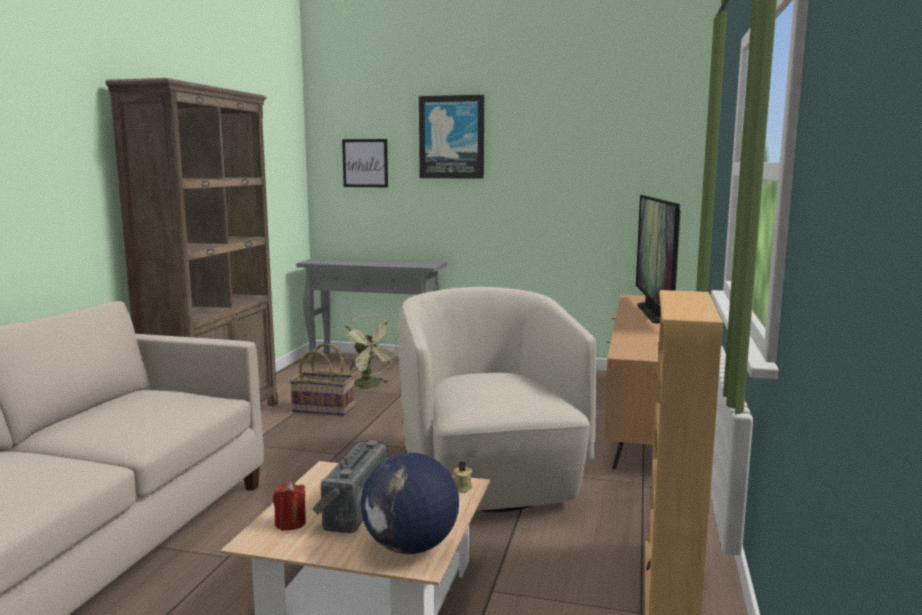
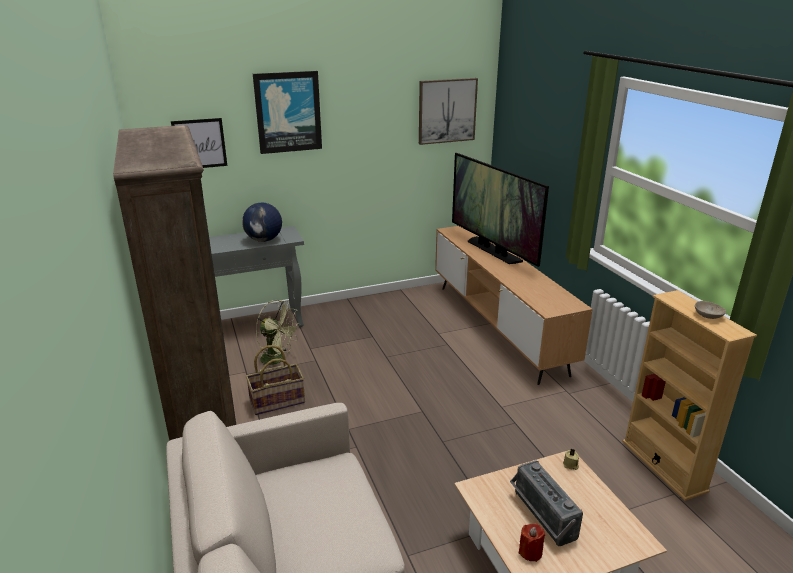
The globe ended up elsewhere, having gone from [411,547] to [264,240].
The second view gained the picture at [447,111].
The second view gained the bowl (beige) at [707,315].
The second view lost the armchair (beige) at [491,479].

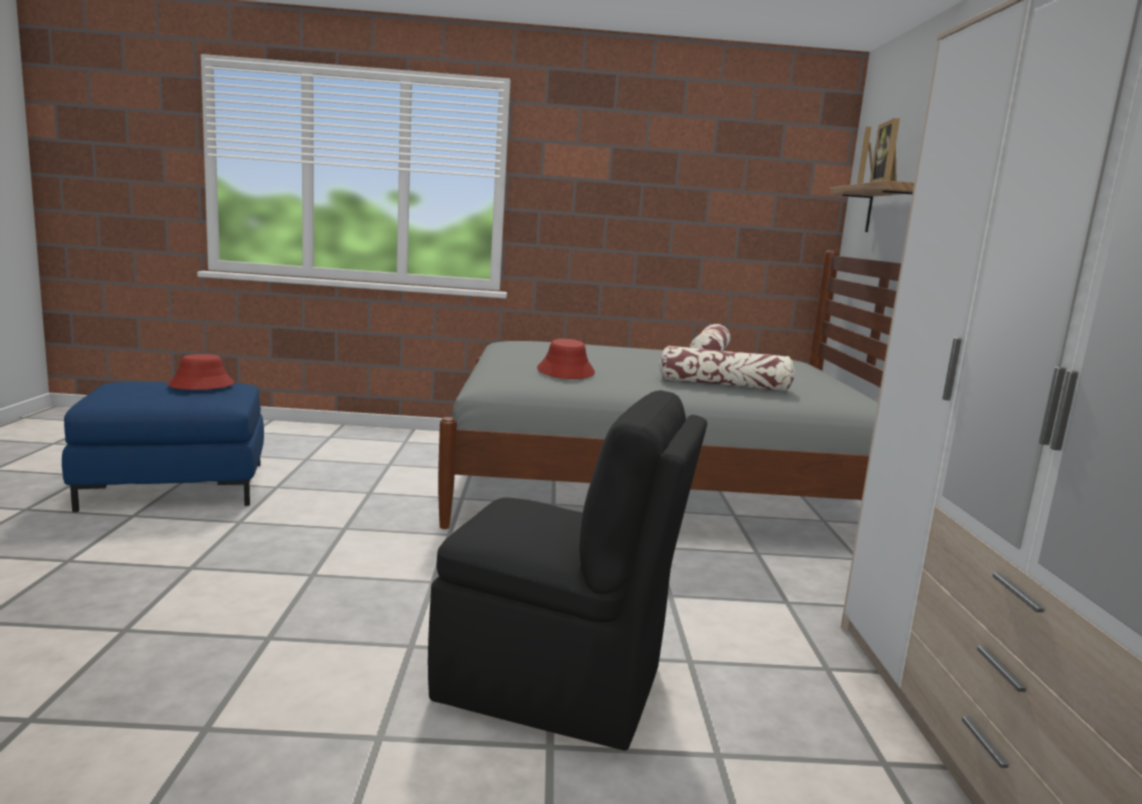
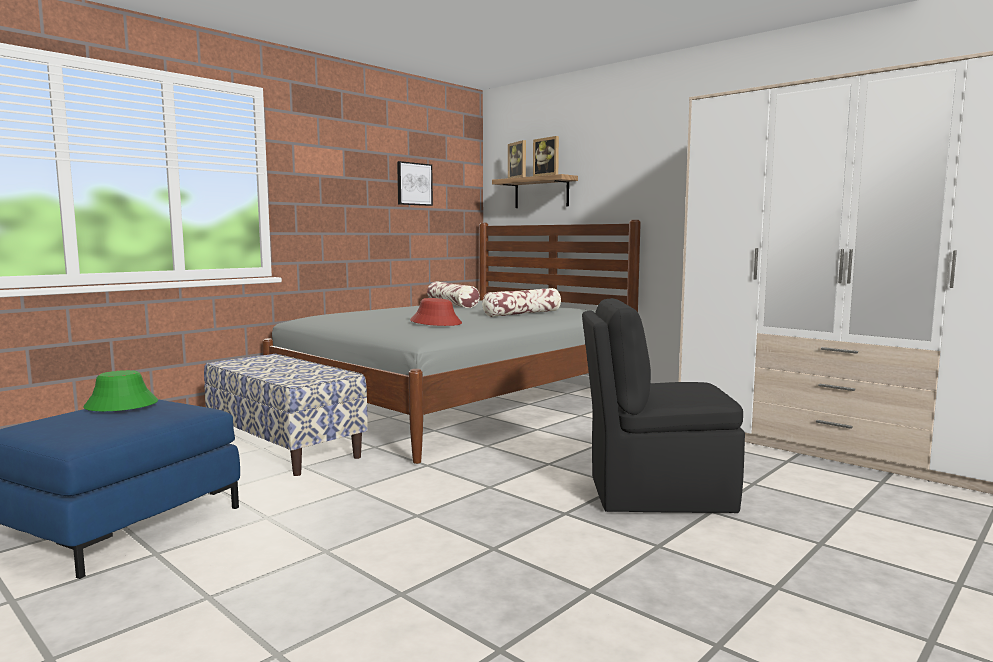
What was the hat (red) at [201,385] turned into the hat (green) at [121,405].
The second view gained the bench at [285,447].
The second view gained the picture at [414,184].
The chair (black) at [556,685] ended up facing another way, 150 degrees counterclockwise from before.

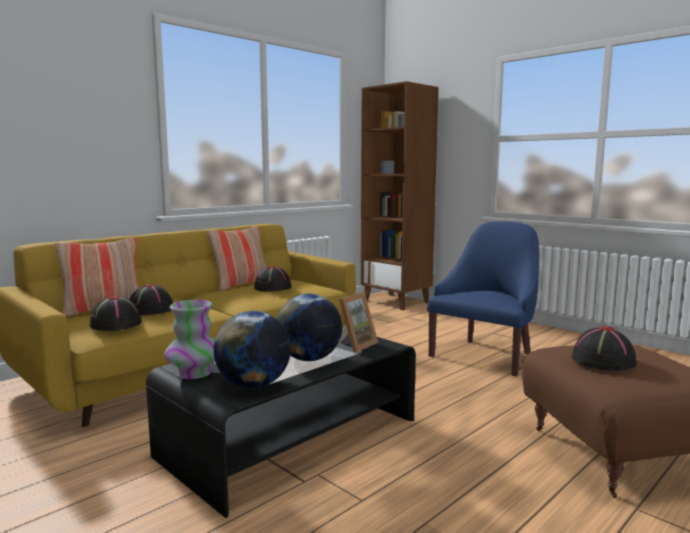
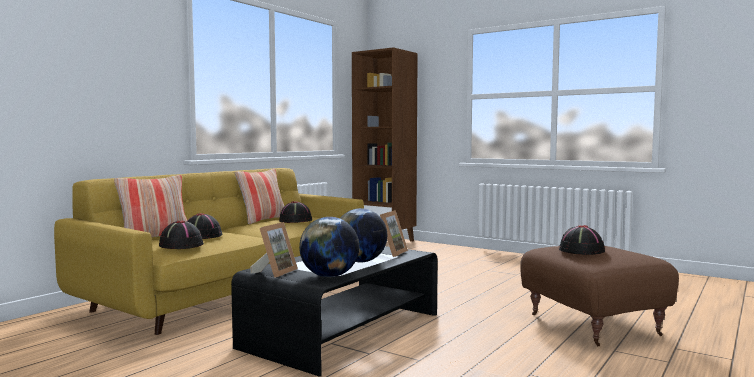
Where the vase stood at [194,373], the picture frame came to stand at [275,272].
The second view lost the armchair (blue) at [485,355].

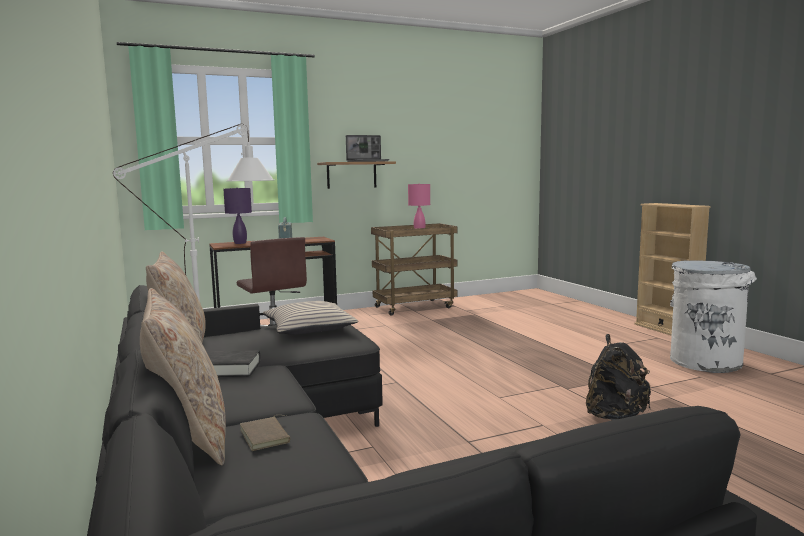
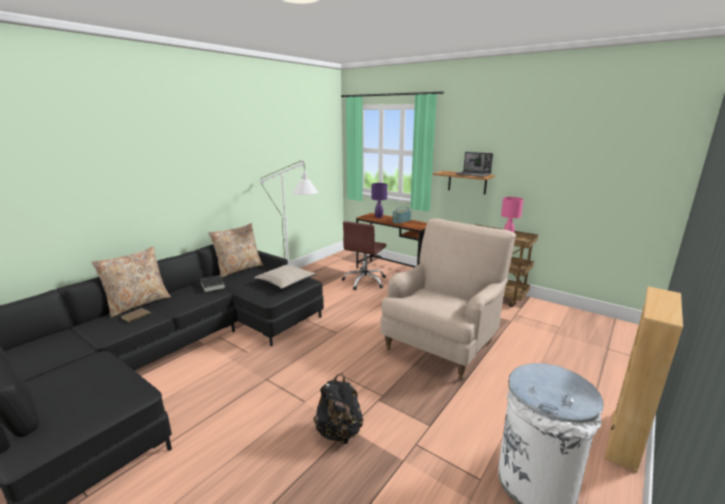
The second view gained the armchair (beige) at [442,344].

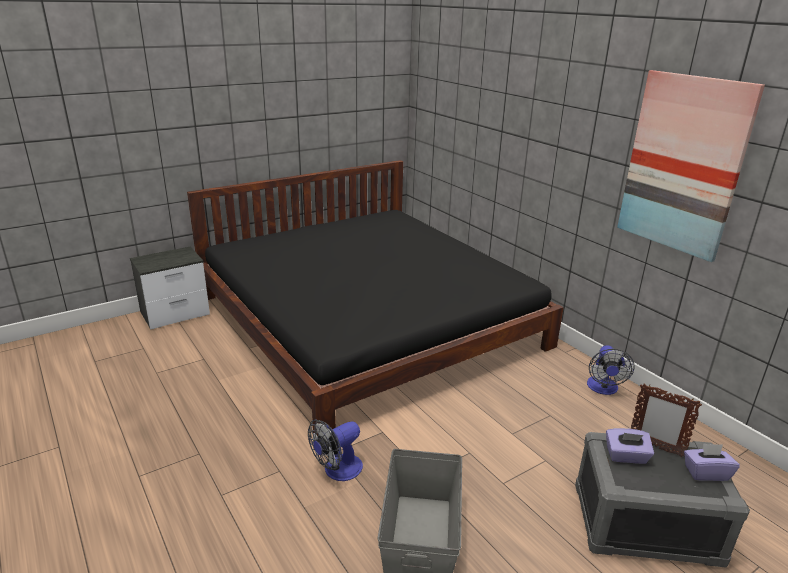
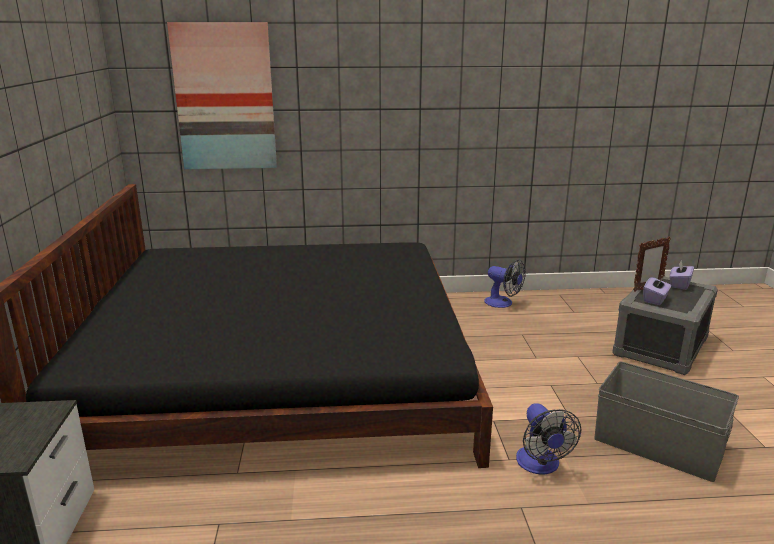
The picture ended up elsewhere, having gone from [683,164] to [225,97].

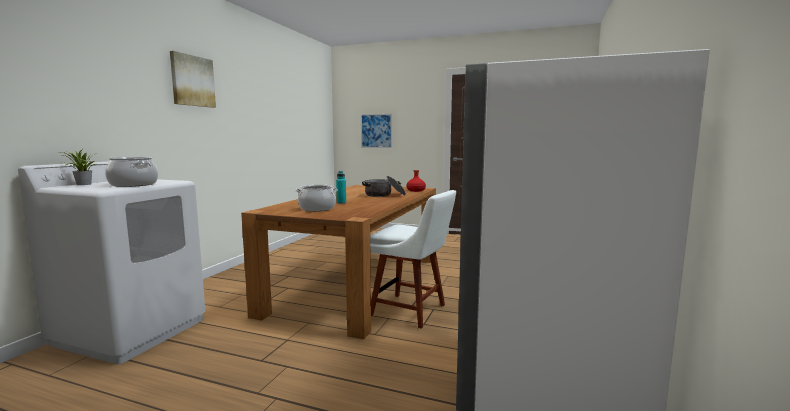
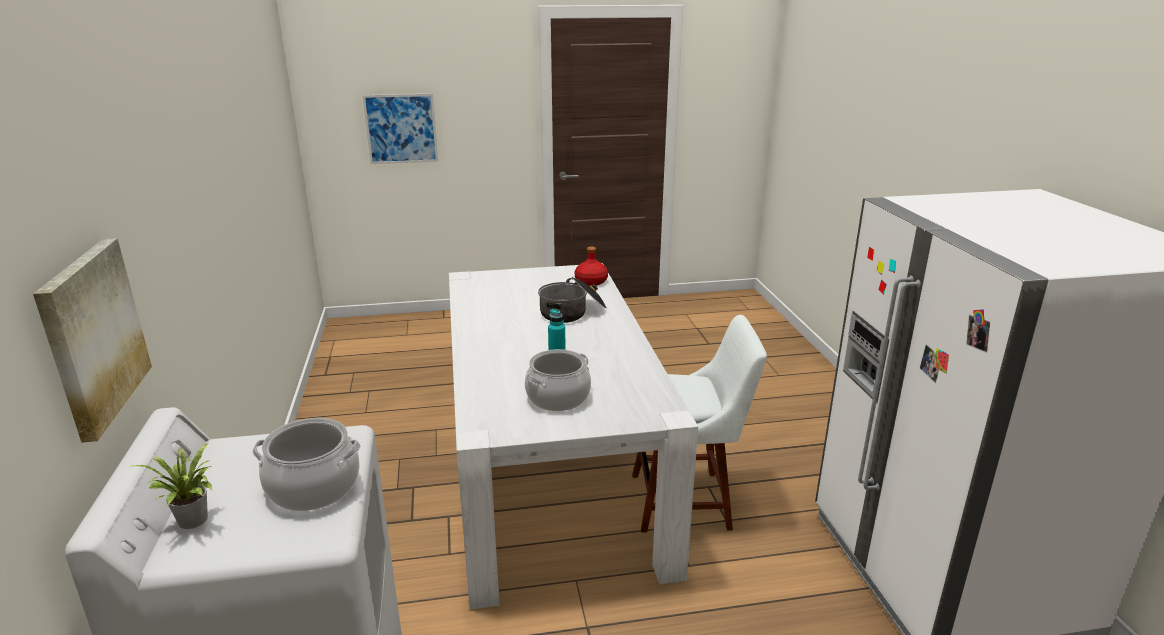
The picture ended up elsewhere, having gone from [192,81] to [92,335].
What was the dining table (brown) at [359,283] turned into the dining table (white) at [550,466].

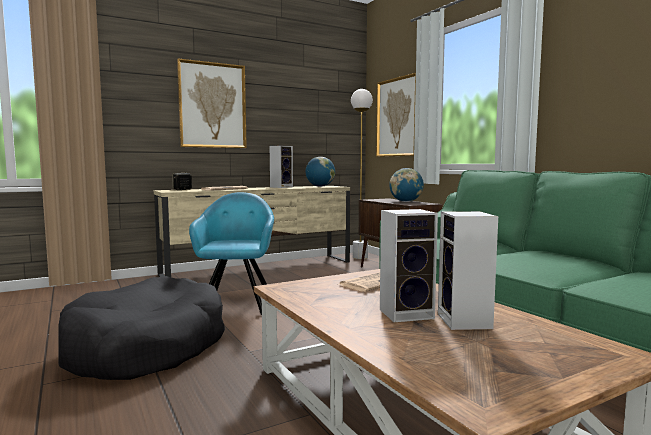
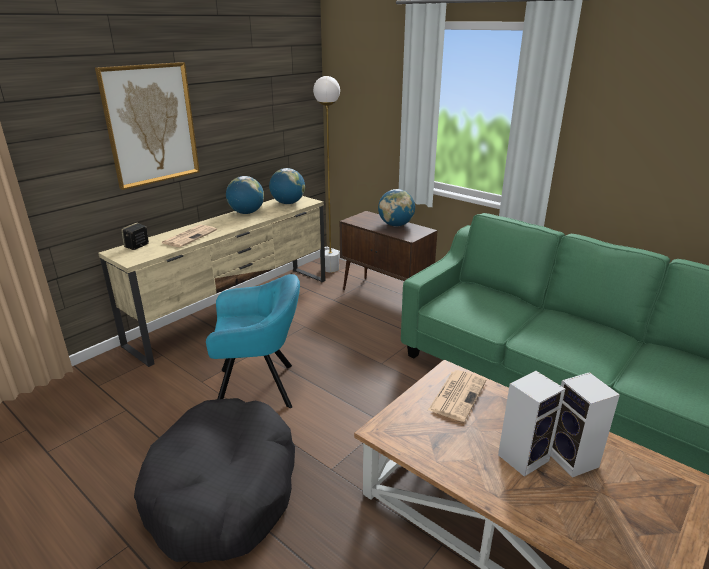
The armchair (turquoise) at [237,303] ended up facing another way, 105 degrees clockwise from before.
Where the speaker stood at [281,187], the globe came to stand at [246,213].
The second view lost the picture at [397,117].

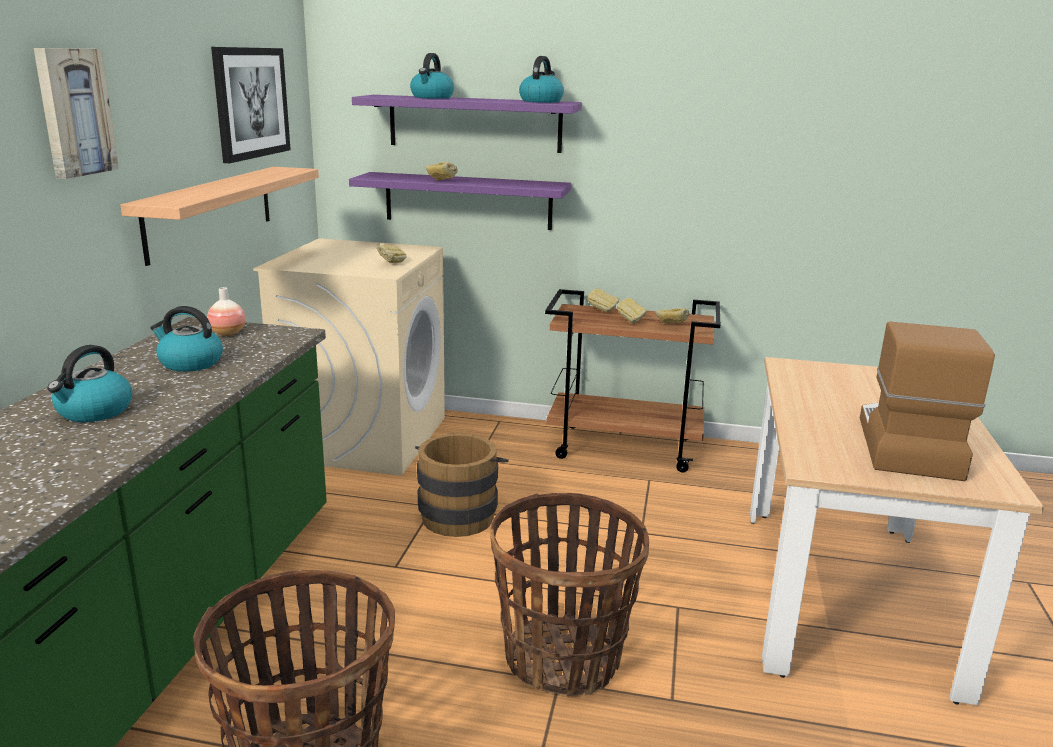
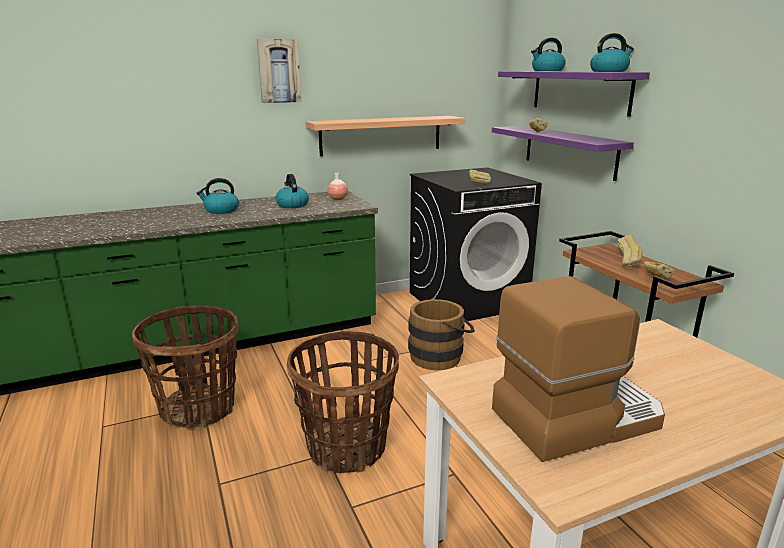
What was the washing machine (beige) at [364,437] turned into the washing machine (black) at [467,300].
The second view lost the picture at [251,102].

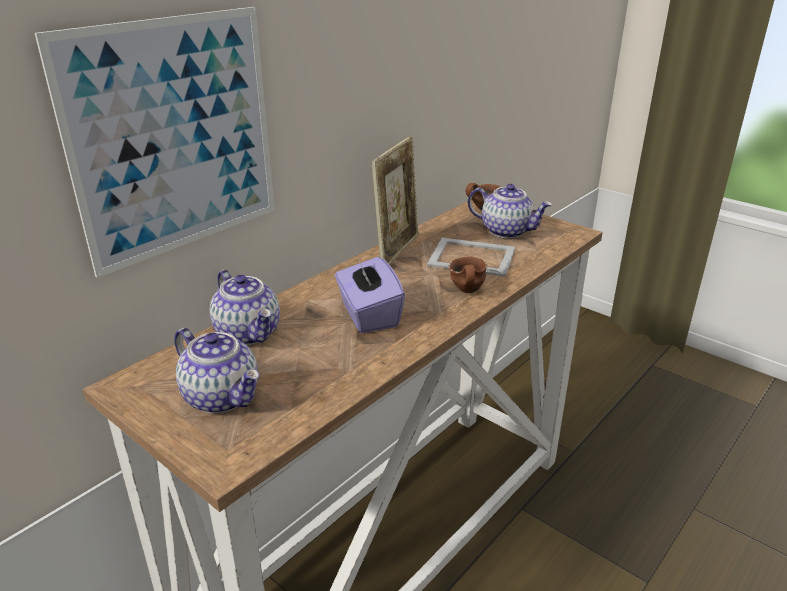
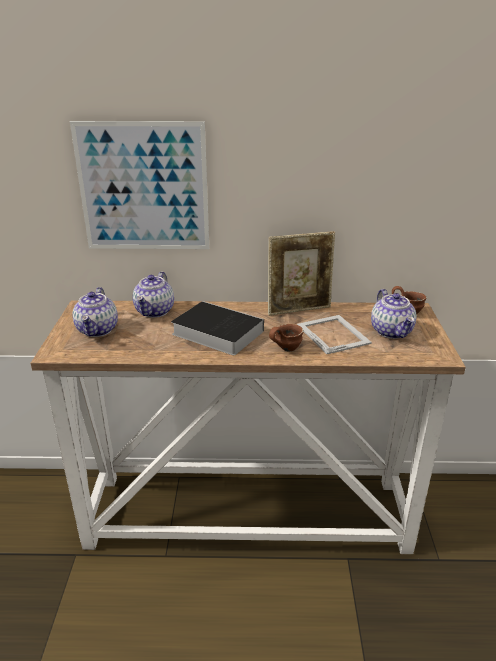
Where the tissue box (purple) stood at [368,315], the book came to stand at [215,332].

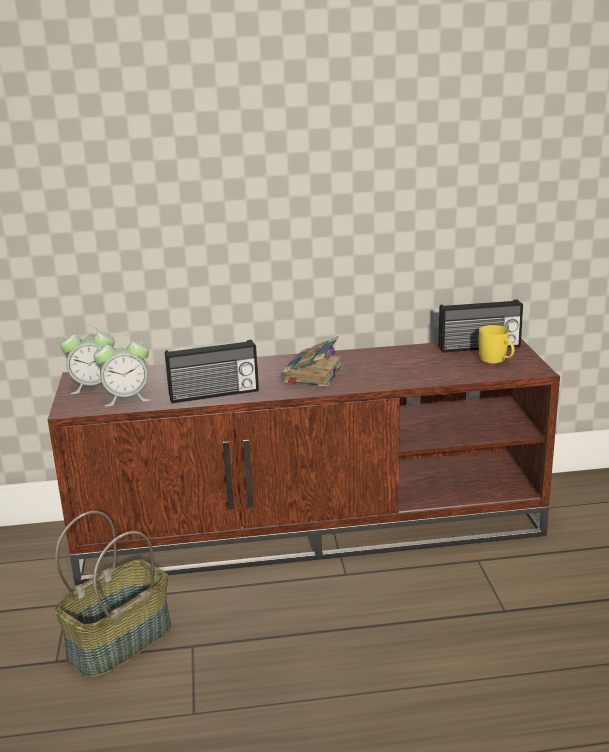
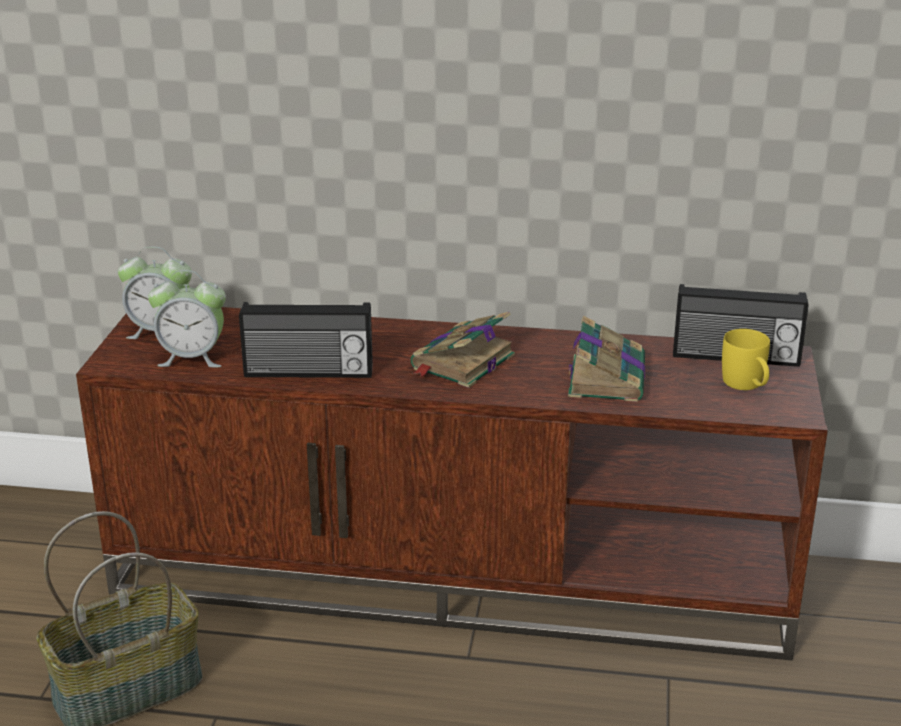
The second view gained the book at [606,377].

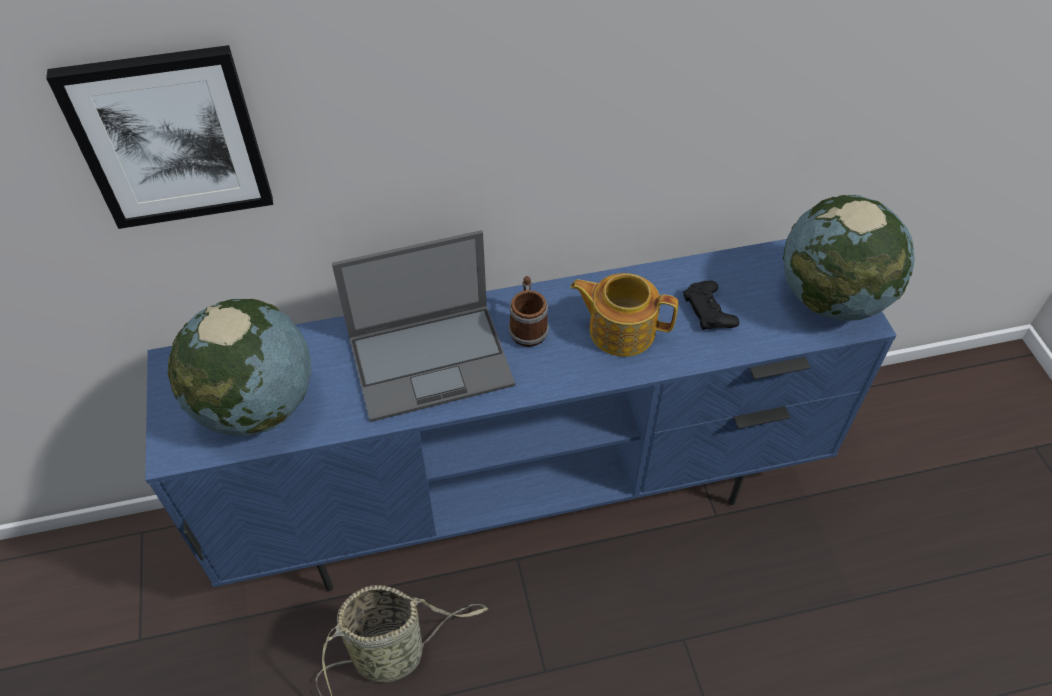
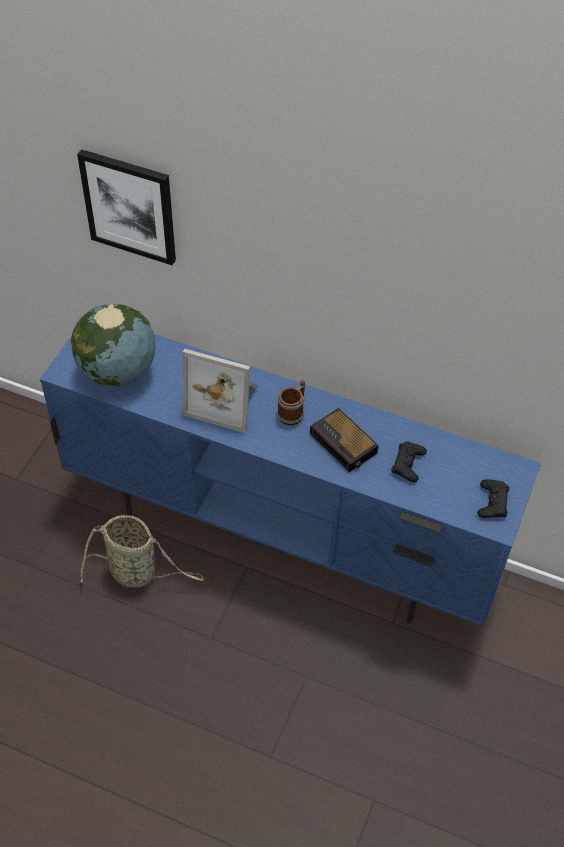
Where the laptop stood at [432,360], the picture frame came to stand at [225,400].
Where the teapot stood at [620,329], the alarm clock came to stand at [344,444].
Where the globe stood at [831,299], the game controller (black) came to stand at [492,502].

